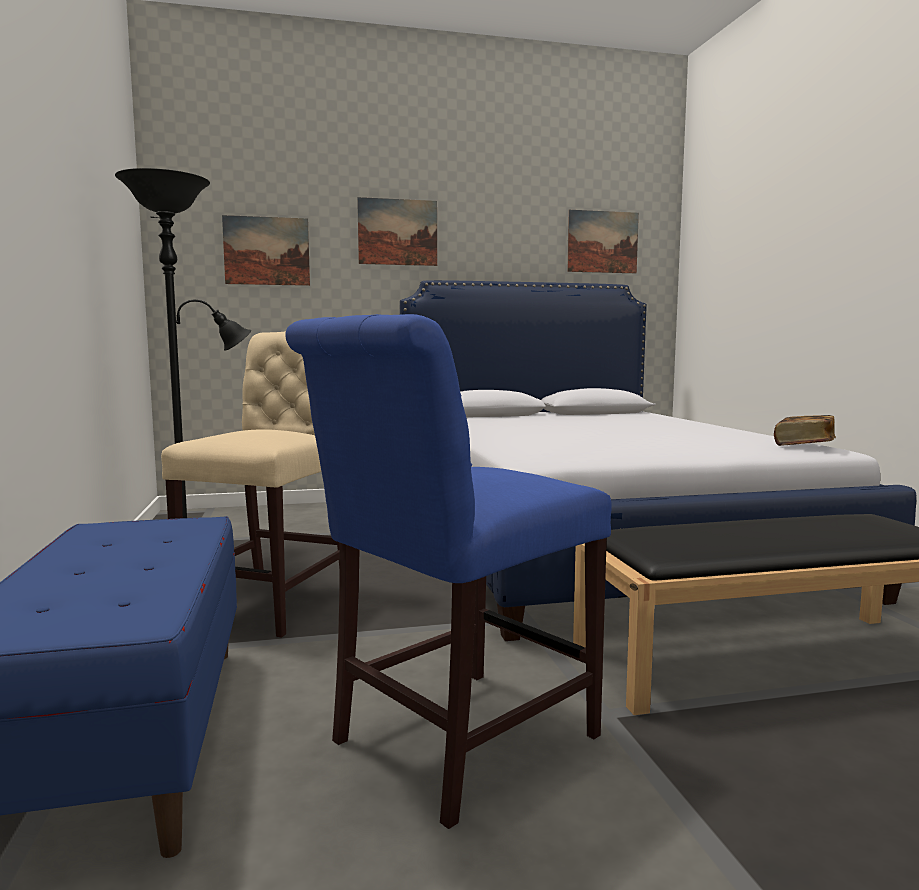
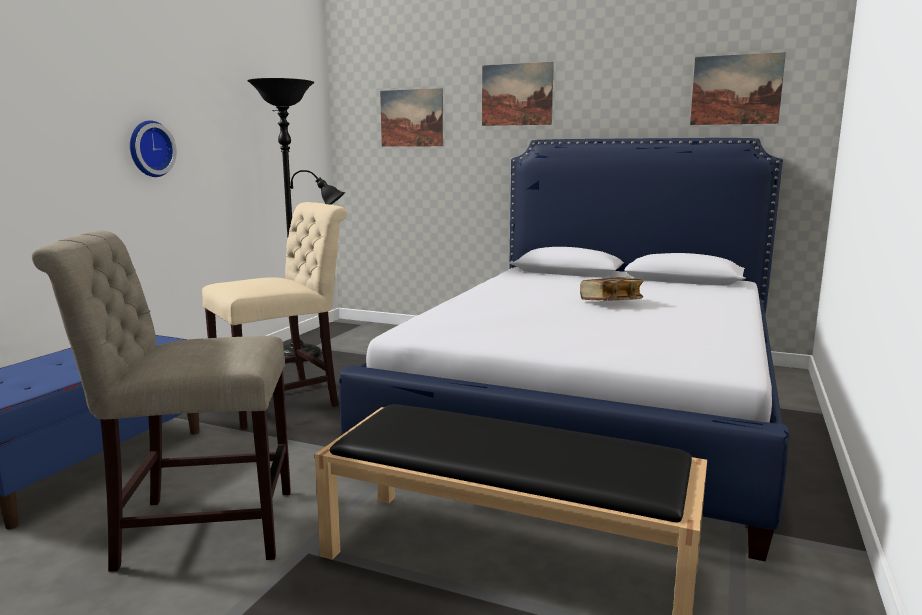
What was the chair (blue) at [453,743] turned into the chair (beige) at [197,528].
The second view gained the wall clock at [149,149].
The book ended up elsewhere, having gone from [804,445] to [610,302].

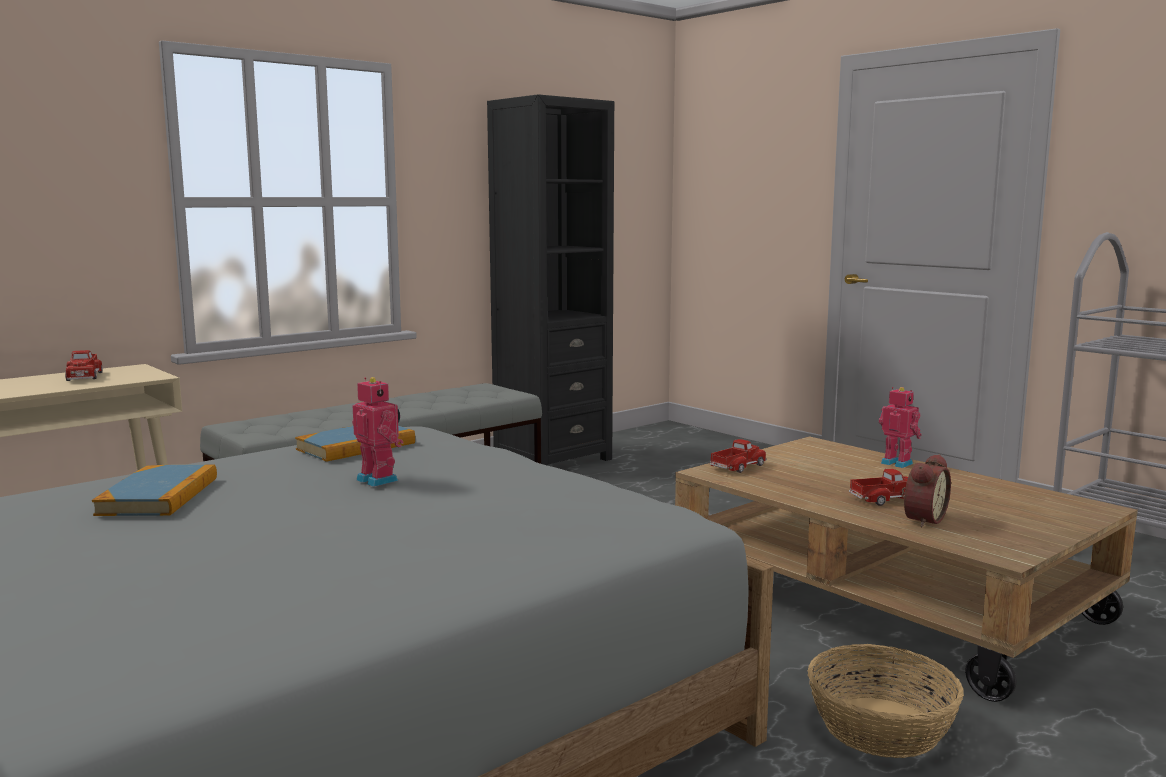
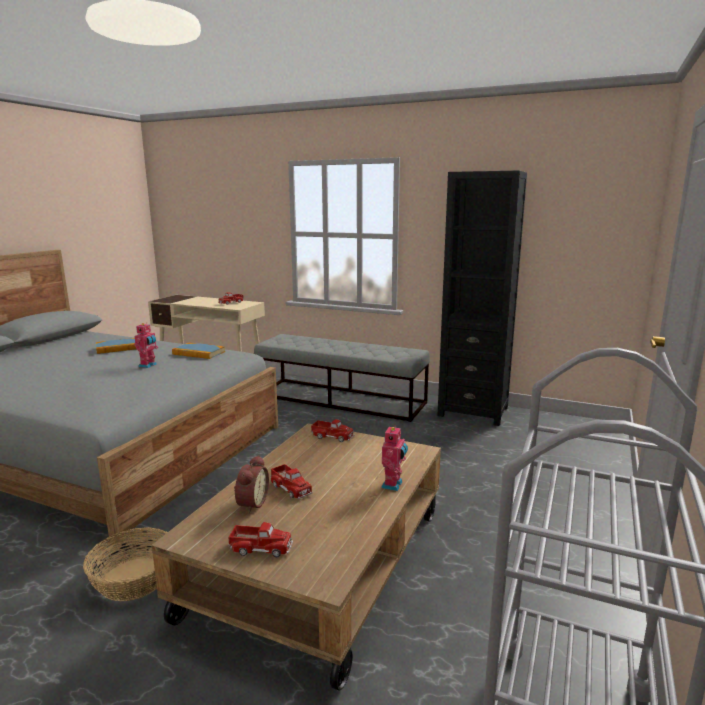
The second view gained the toy truck at [261,547].
The alarm clock at [921,519] ended up facing another way, 90 degrees counterclockwise from before.

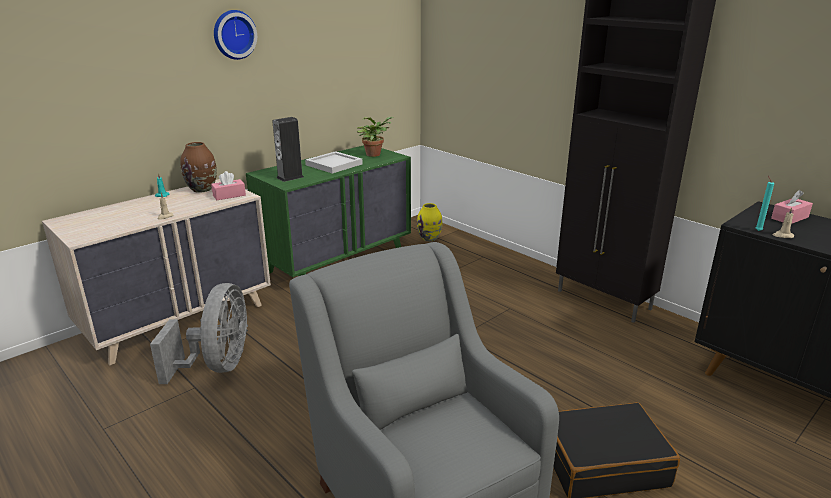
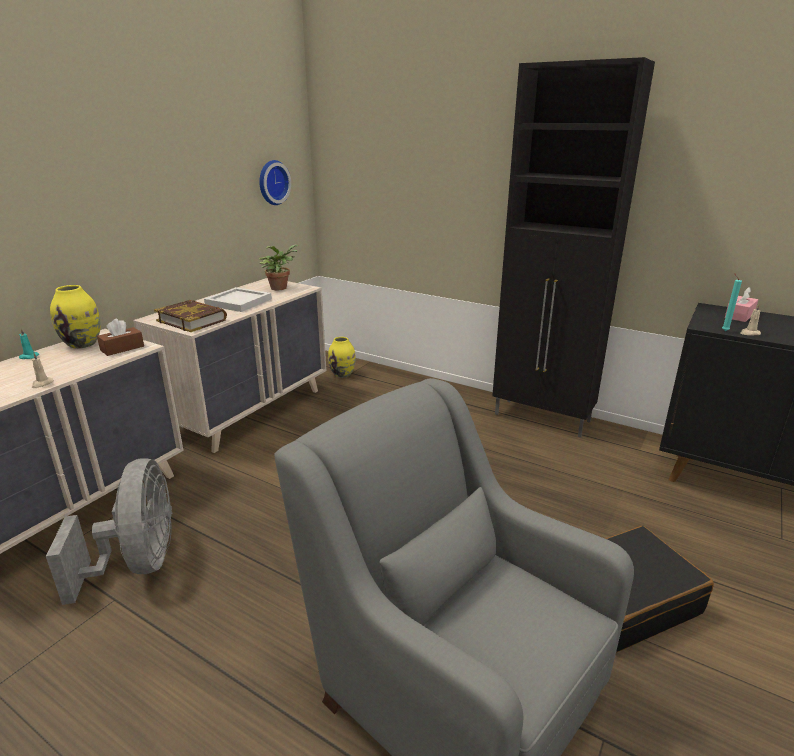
What was the vase (brown) at [202,189] turned into the vase (yellow) at [83,344].
What was the tissue box (pink) at [229,195] turned into the tissue box (brown) at [122,348].
What was the dresser (green) at [337,260] turned into the dresser (beige) at [249,410].
Where the speaker stood at [290,177], the book came to stand at [192,320].
The wall clock ended up elsewhere, having gone from [233,34] to [272,182].

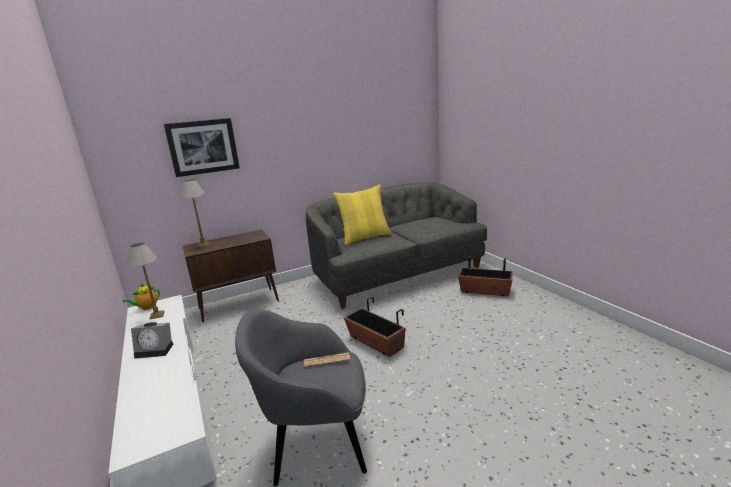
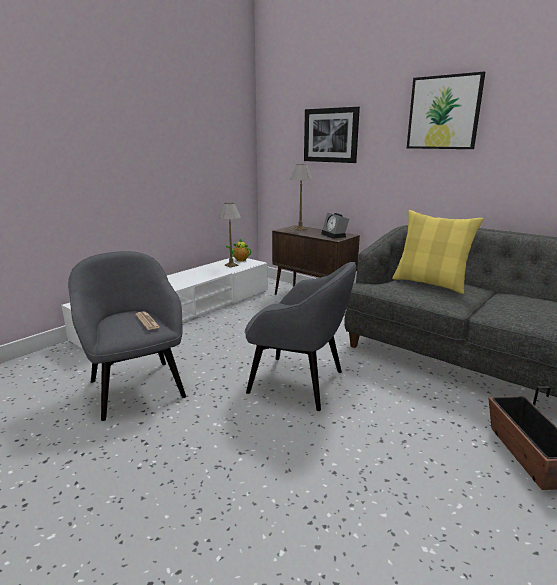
Where the planter stood at [375,342], the armchair (grey) came to stand at [298,382].
The alarm clock ended up elsewhere, having gone from [156,350] to [335,235].
The second view gained the picture at [444,113].

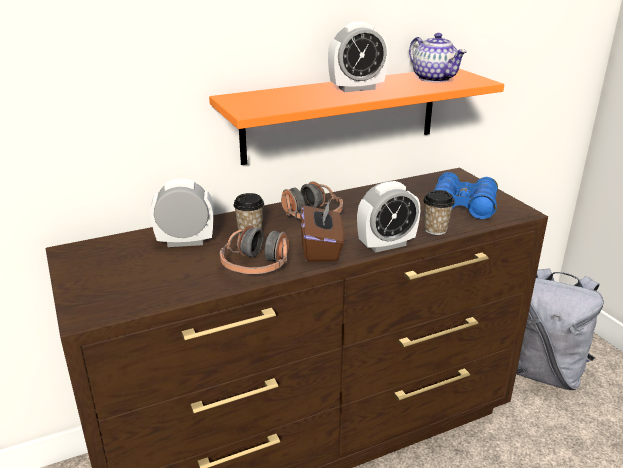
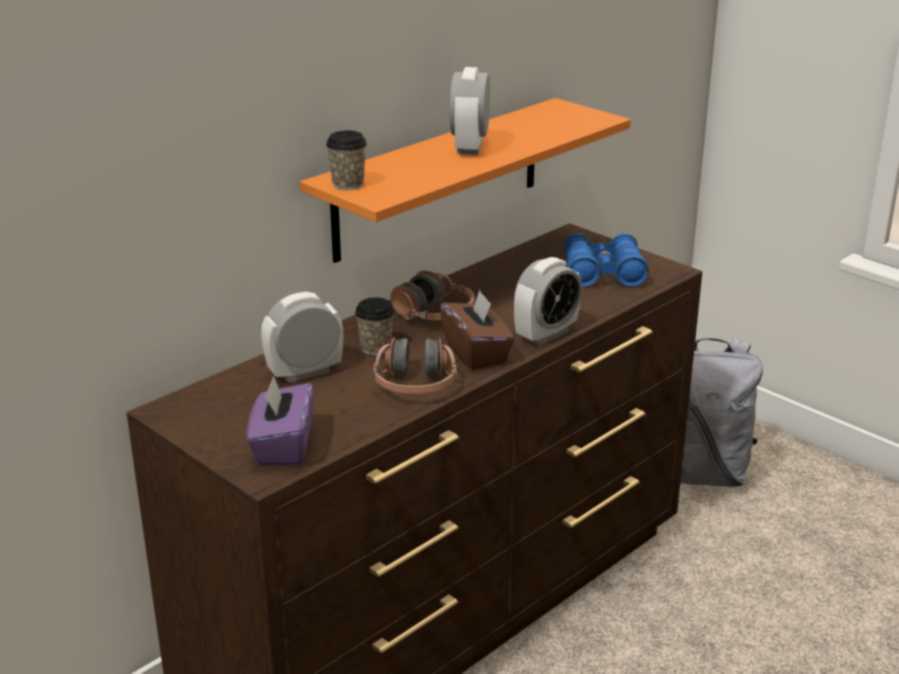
The second view gained the tissue box (purple) at [282,446].
The cup ended up elsewhere, having gone from [435,229] to [348,184].
The alarm clock at [356,88] ended up facing another way, 135 degrees clockwise from before.
The second view lost the teapot at [435,78].

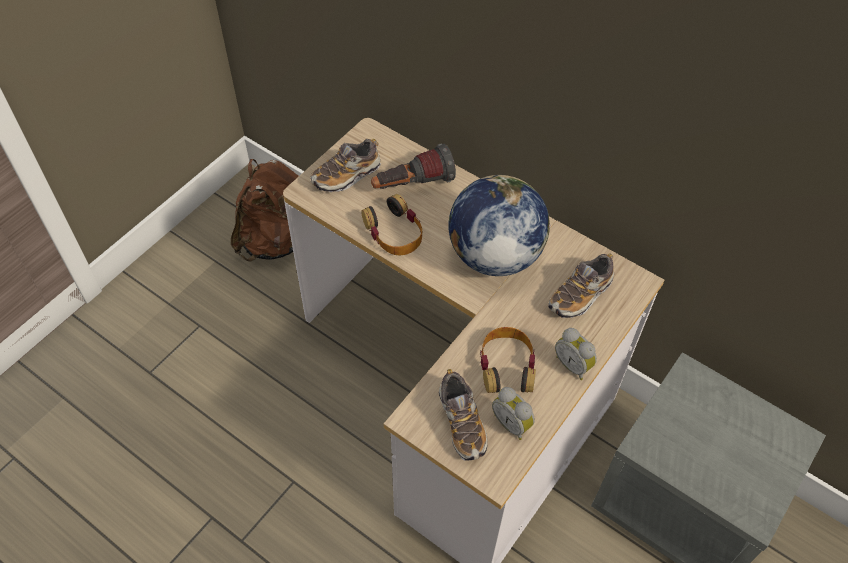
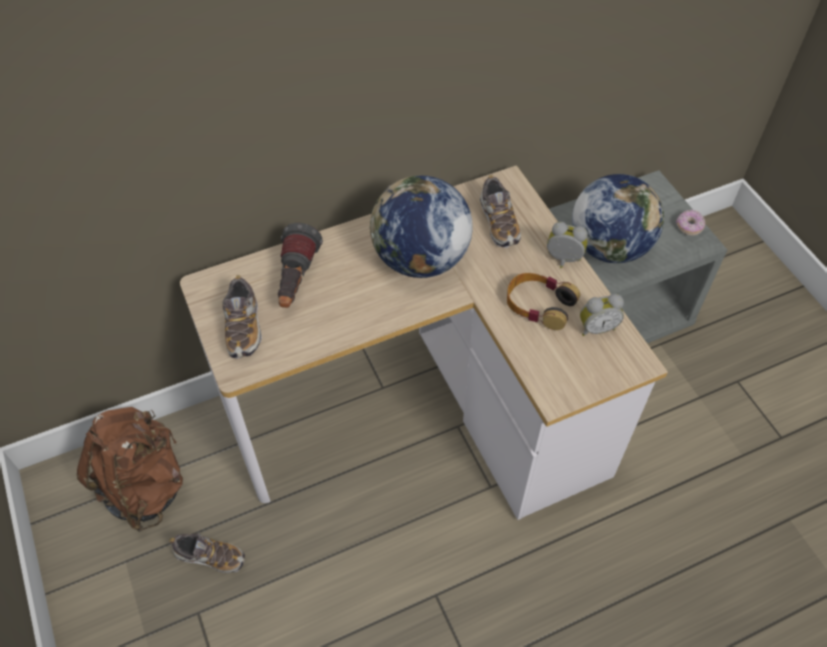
The shoe ended up elsewhere, having gone from [461,423] to [210,556].
The alarm clock at [573,364] ended up facing another way, 150 degrees counterclockwise from before.
The second view gained the globe at [609,247].
The second view gained the donut at [689,227].
The second view lost the headphones at [394,232].

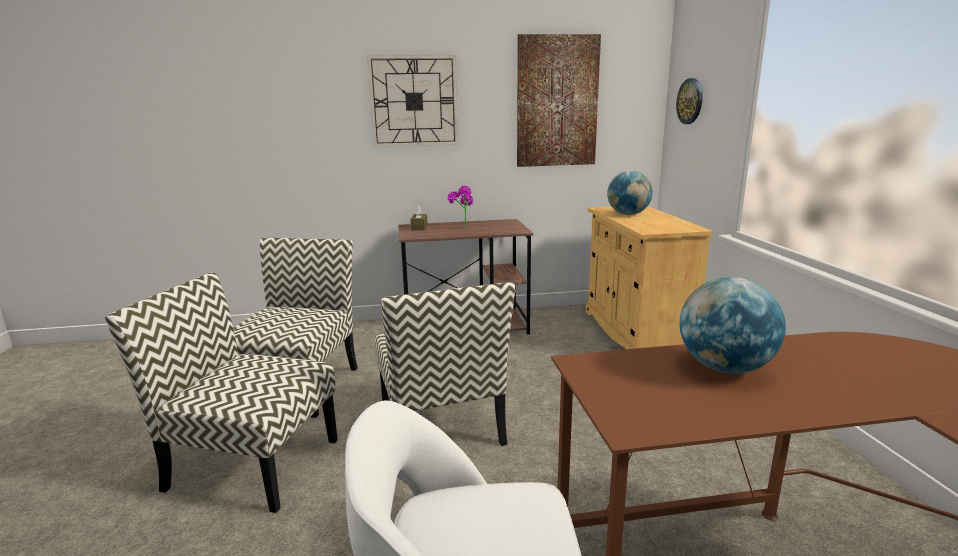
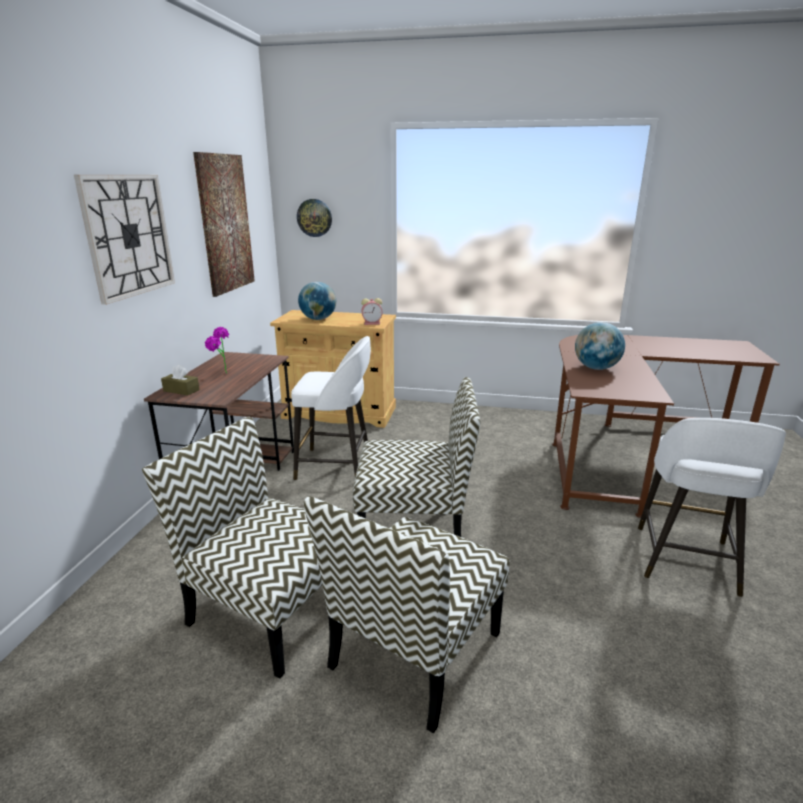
The second view gained the stool (white) at [336,466].
The second view gained the alarm clock at [372,323].

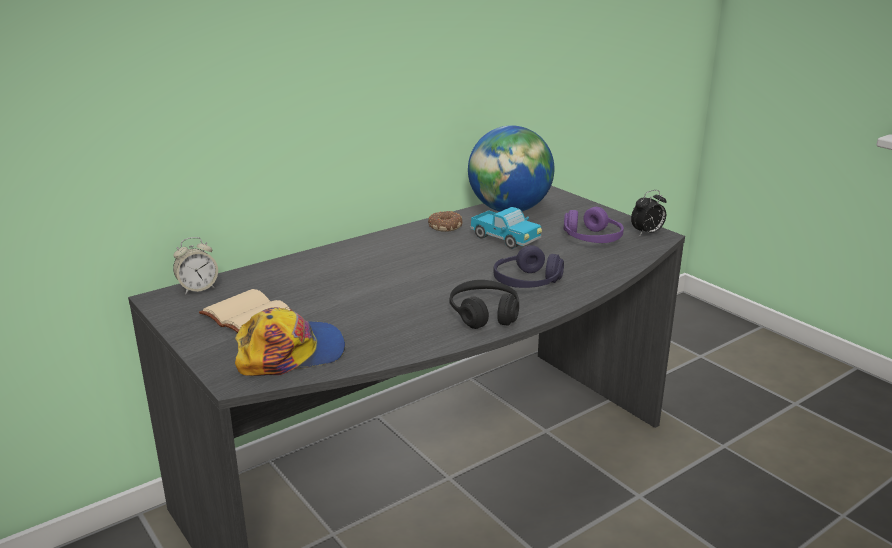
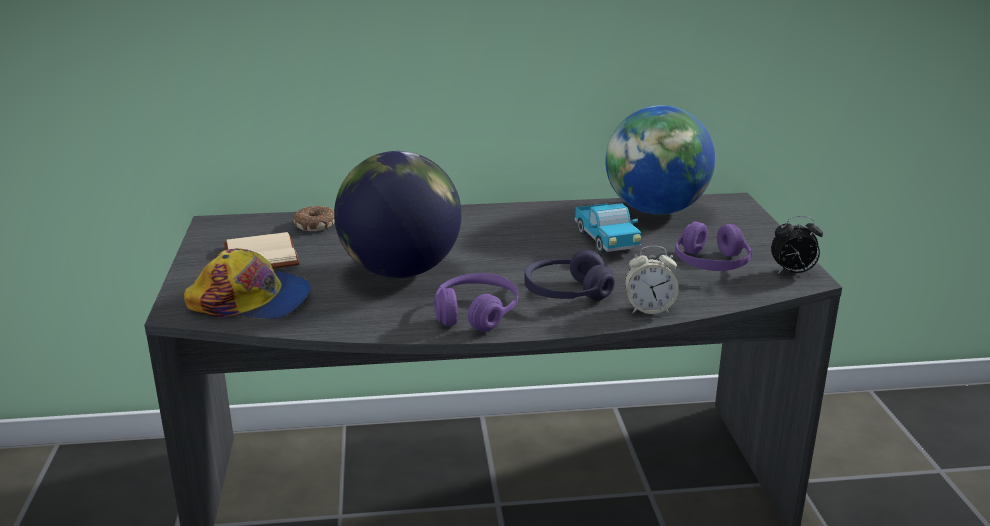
The donut ended up elsewhere, having gone from [444,226] to [315,225].
The second view gained the globe at [400,271].
What was the headphones (black) at [484,314] turned into the headphones (purple) at [476,314].
The alarm clock ended up elsewhere, having gone from [198,288] to [649,309].

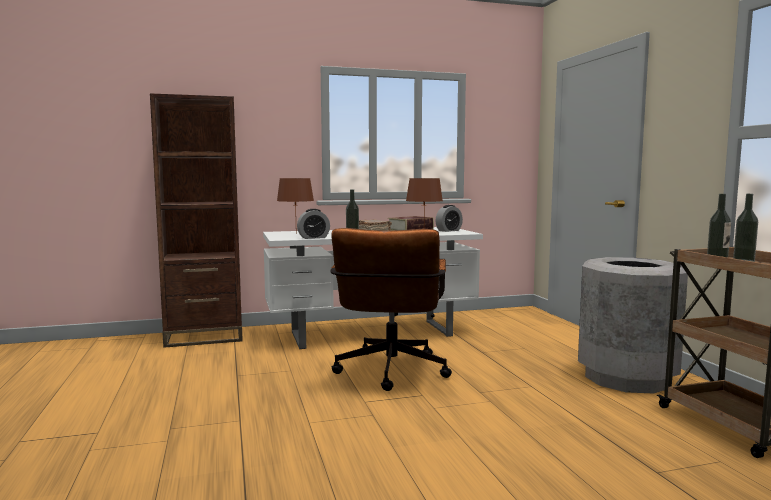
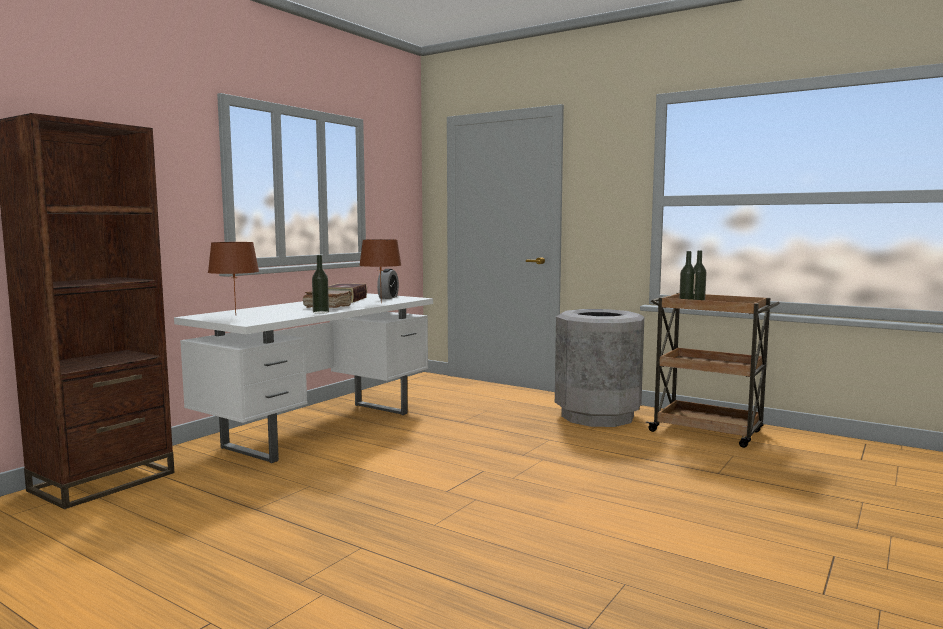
The second view lost the alarm clock at [313,238].
The second view lost the office chair (brown) at [390,374].

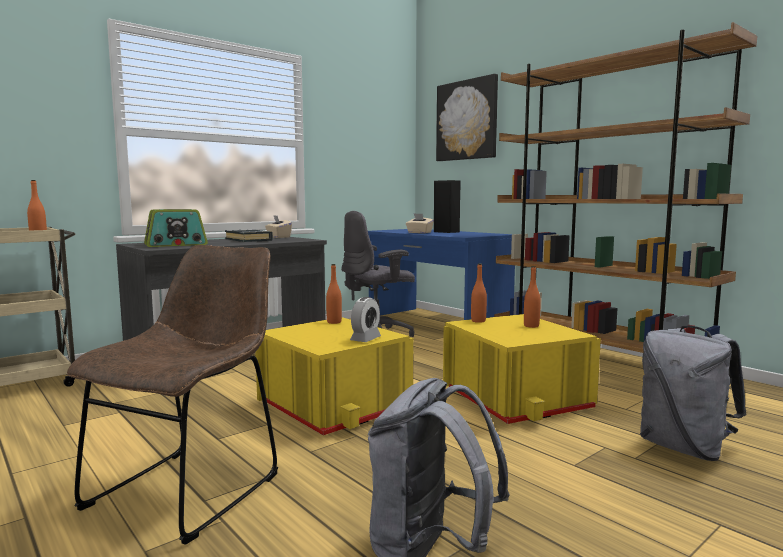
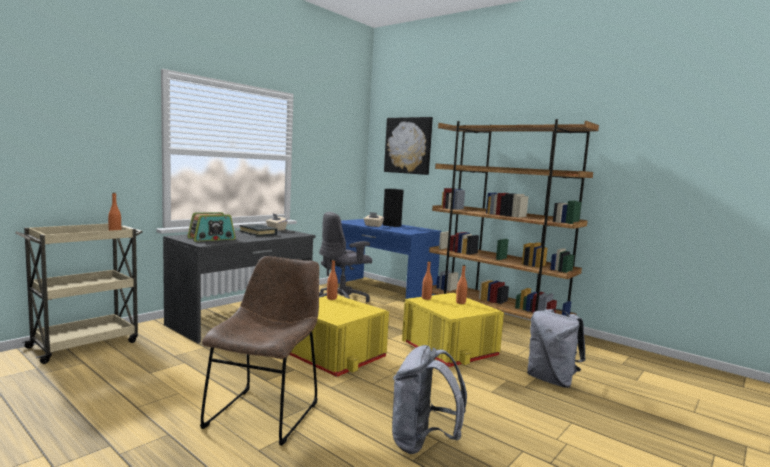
The second view lost the alarm clock at [365,339].

